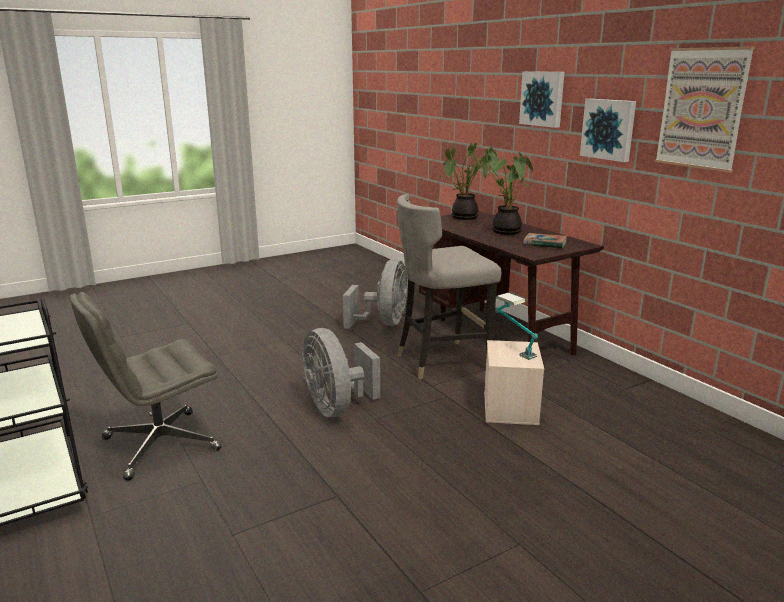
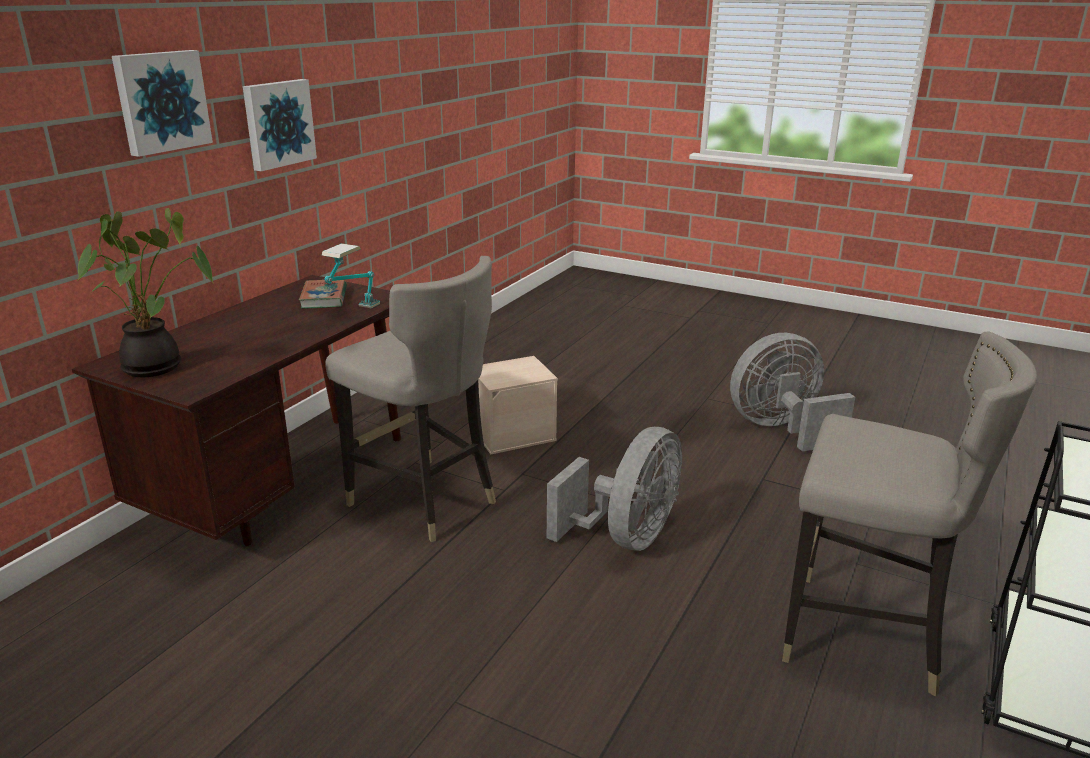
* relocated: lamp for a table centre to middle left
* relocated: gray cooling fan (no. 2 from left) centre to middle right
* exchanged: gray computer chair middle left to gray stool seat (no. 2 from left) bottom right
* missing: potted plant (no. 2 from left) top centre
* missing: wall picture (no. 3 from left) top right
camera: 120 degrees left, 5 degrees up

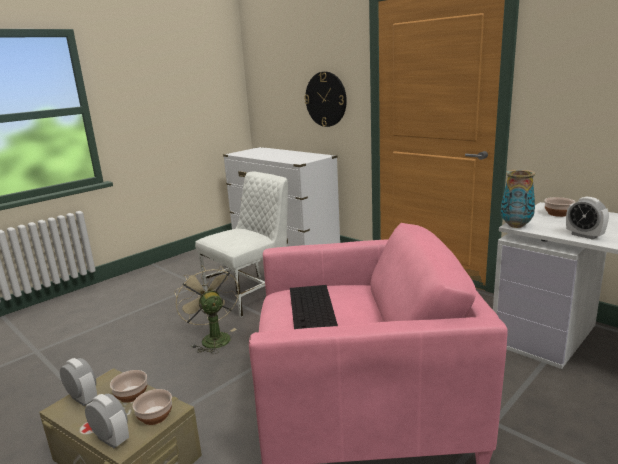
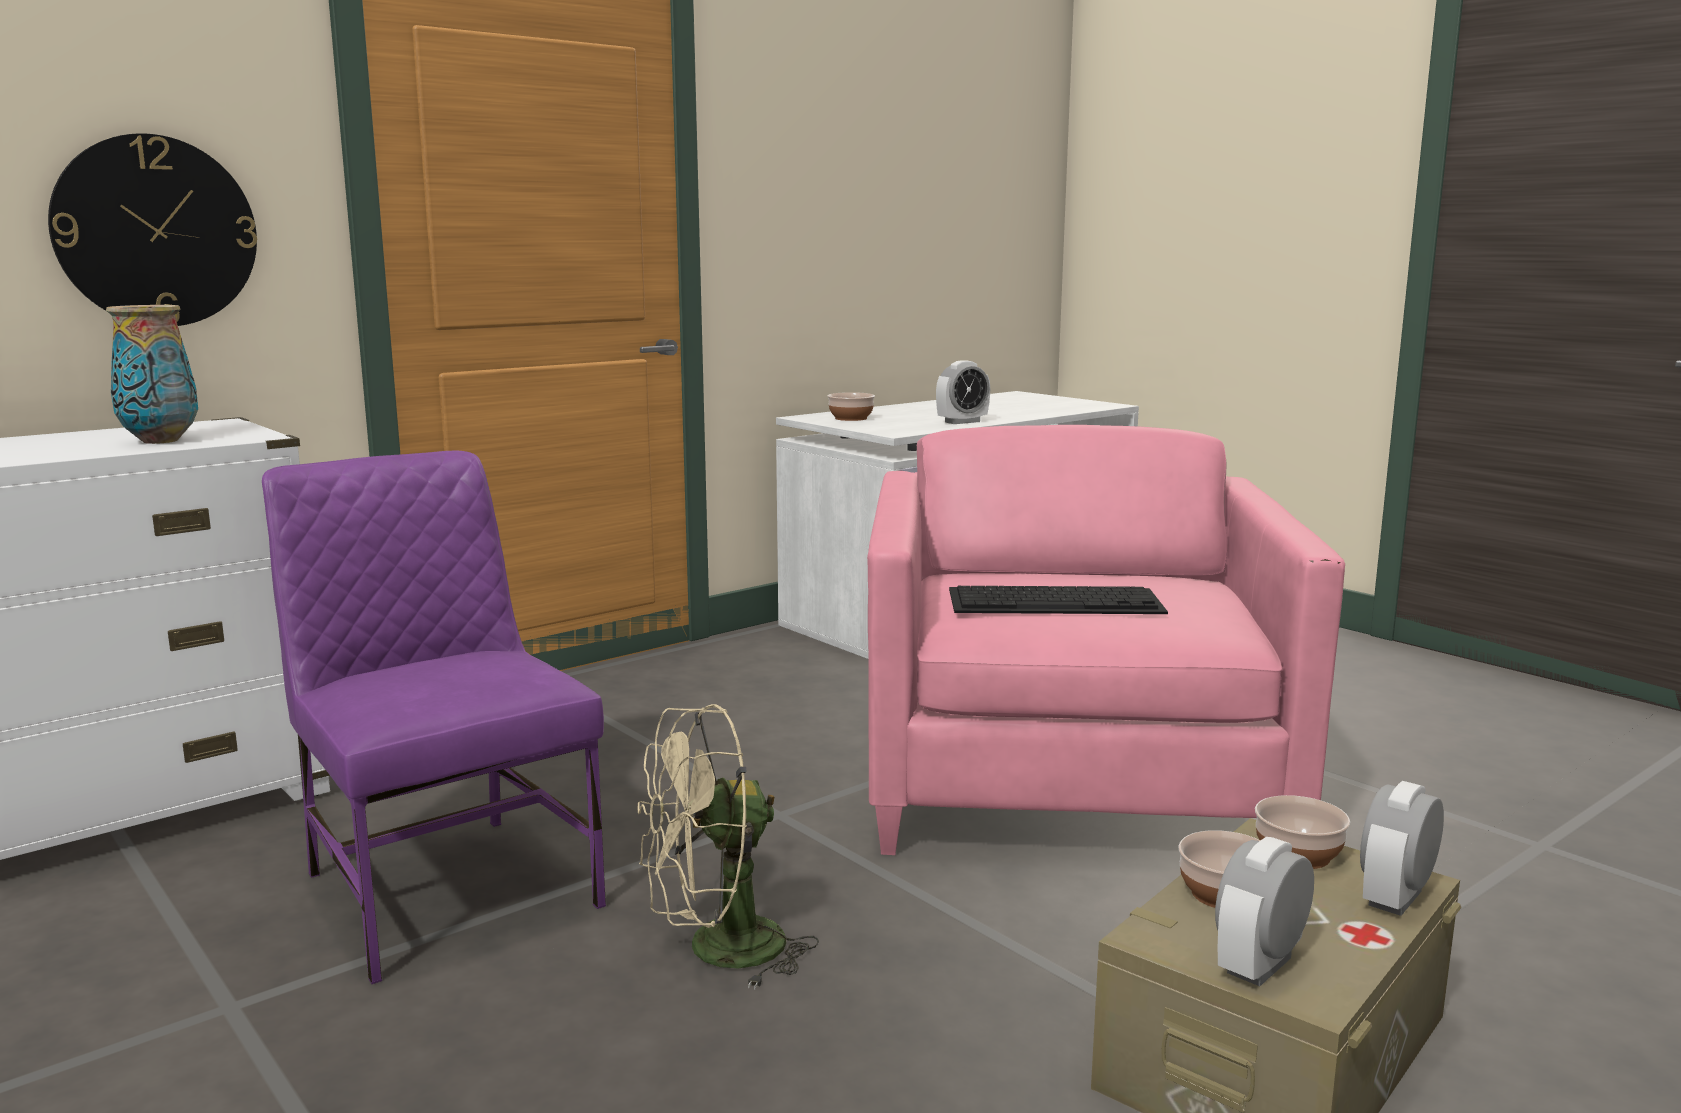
* relocated: flower vase middle right to middle left
* colour: whitish chair centre to purple-coloured chair middle left
camera: 85 degrees left, 5 degrees down

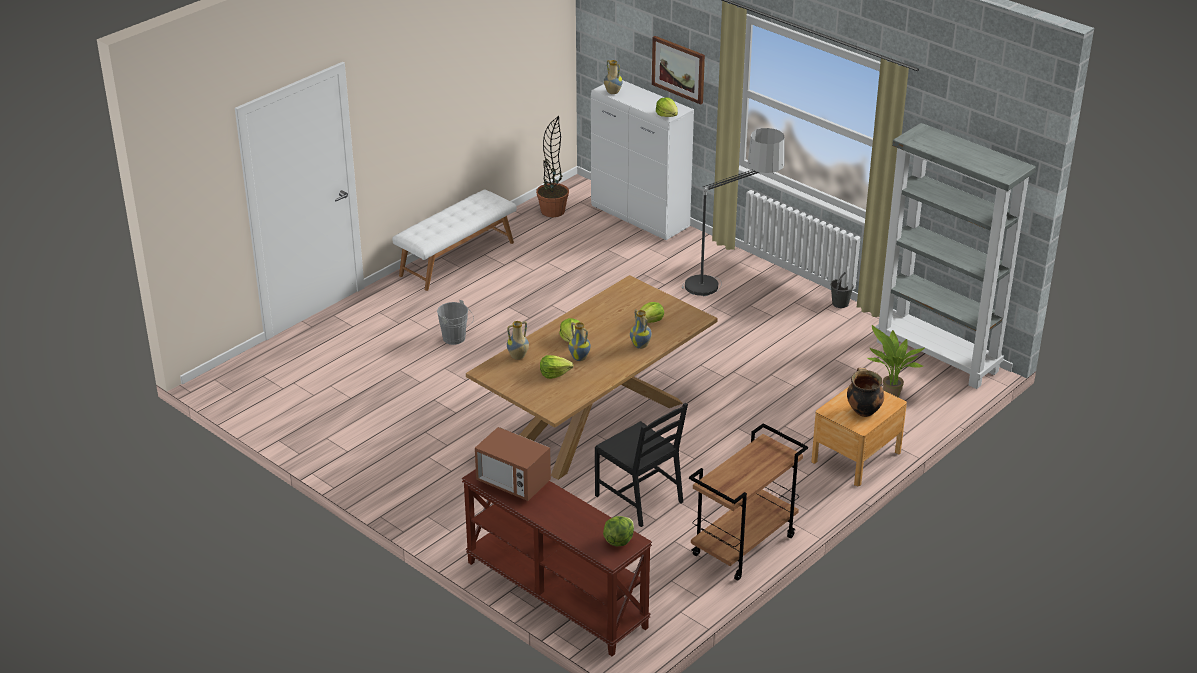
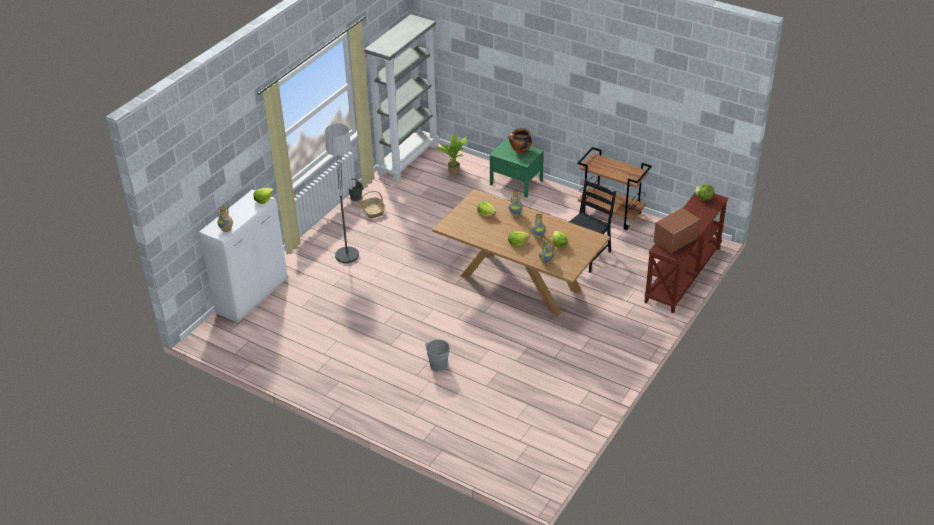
* appeared: storage basket centre
* colour: brown nightstand middle right to greenish nightstand top centre
* spun: kitchen microwave bottom centre = middle right 150 degrees counterclockwise
* missing: whitish long seat centre
* missing: potted plant (no. 1 from left) top centre
* missing: wall picture top centre
camera: 100 degrees left, 5 degrees up

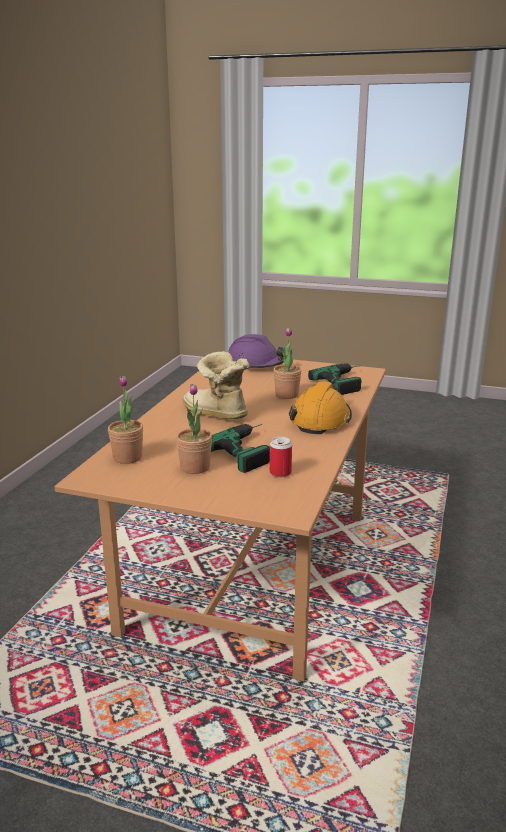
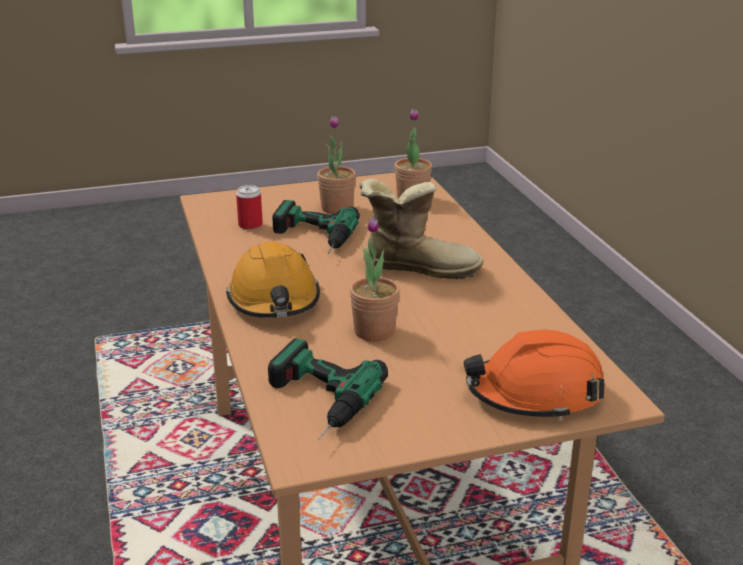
* colour: purple-coloured hard hat centre to orange hard hat (no. 2 from left) middle right
camera: 145 degrees right, 5 degrees up

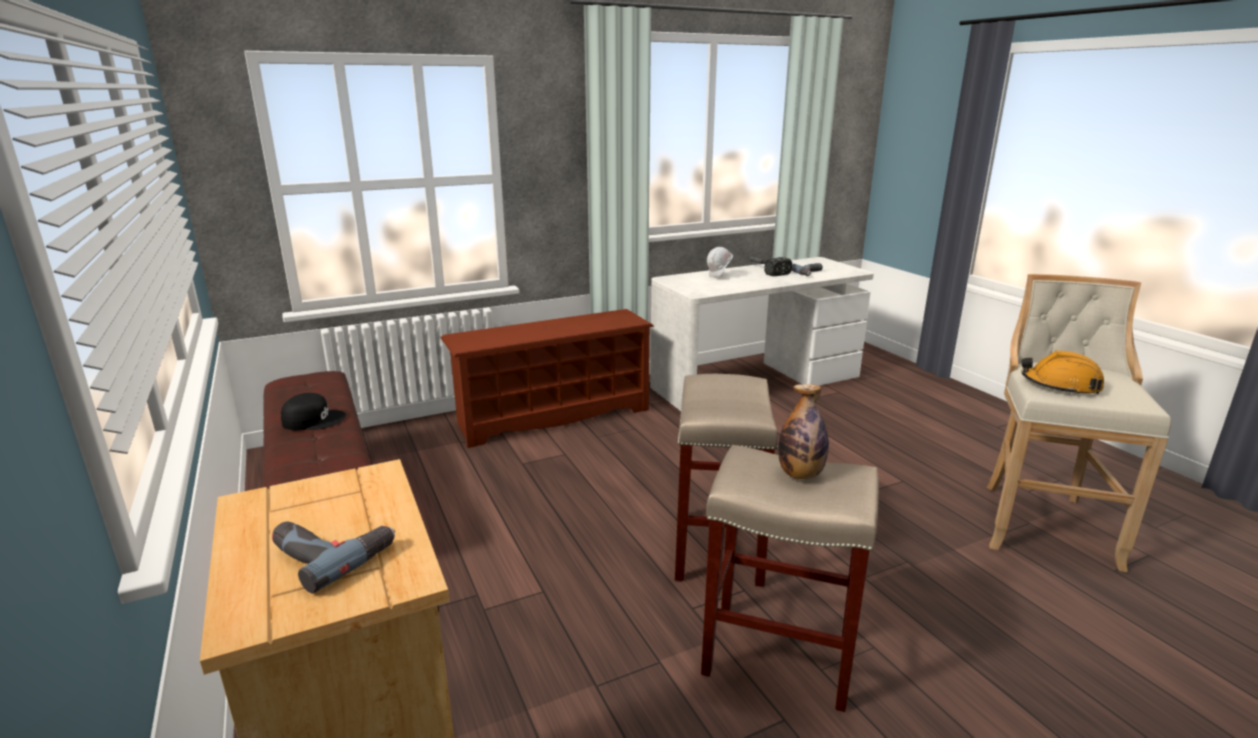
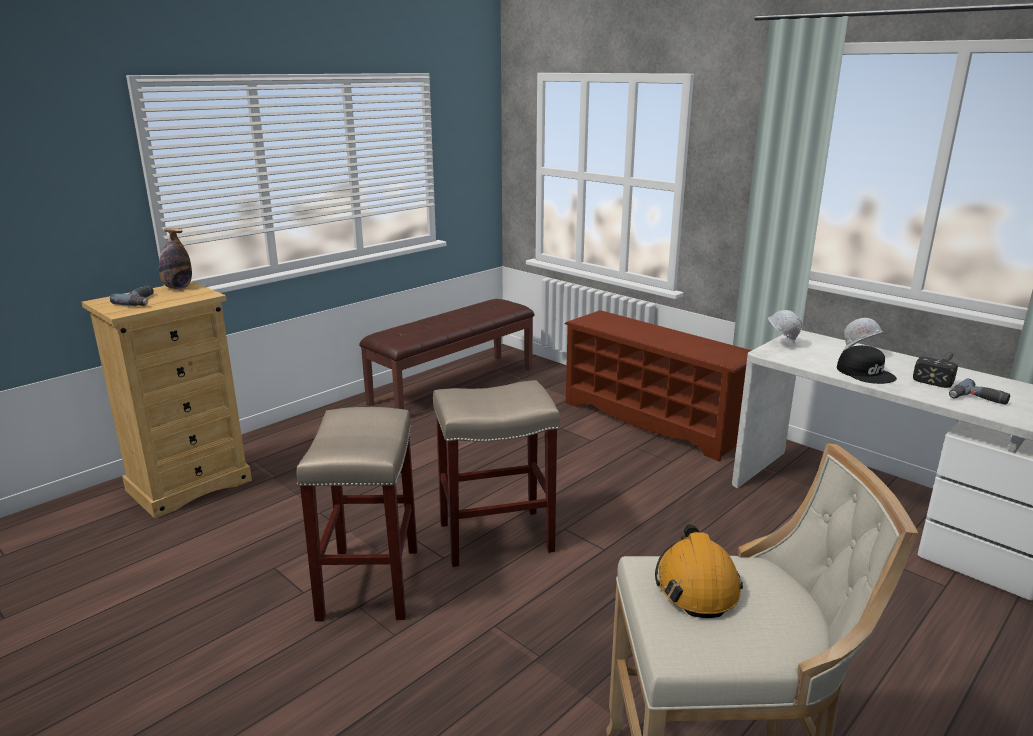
* relocated: beverage bottle centre to middle left
* appeared: whitish hard hat (no. 1 from left) middle right
* relocated: black peaked cap middle left to middle right
camera: 70 degrees right, 0 degrees up

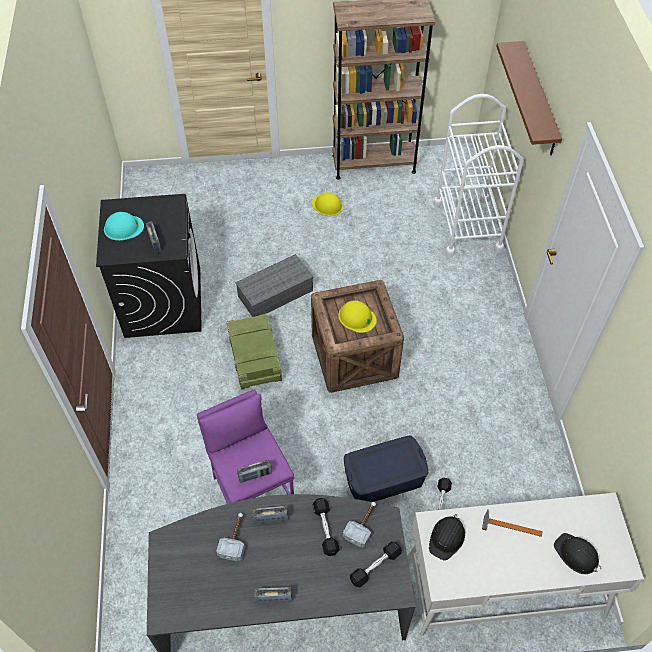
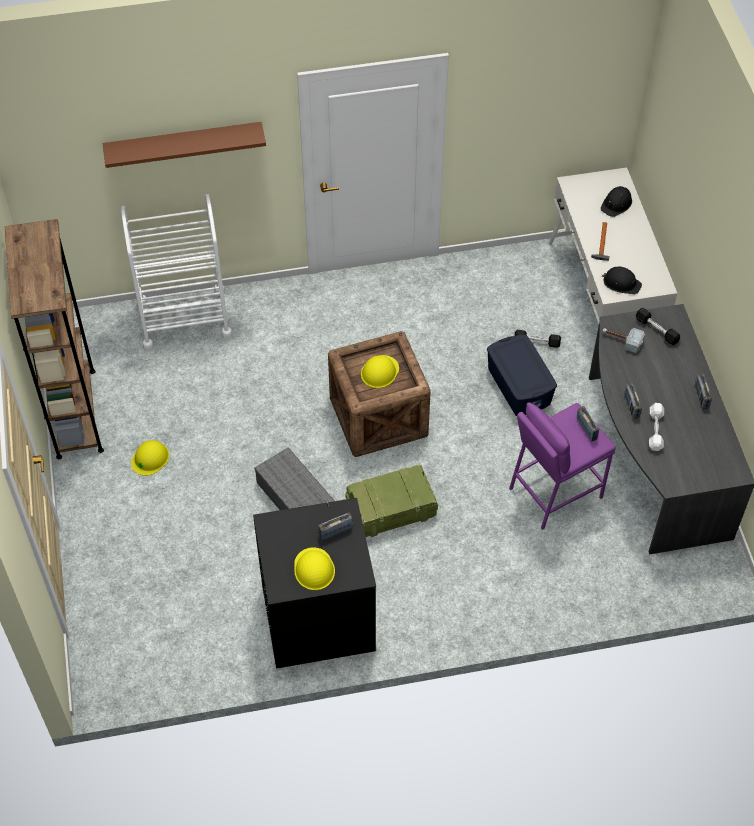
* colour: turquoise-coloured hard hat middle left to yellowish hard hat (no. 2 from left) bottom centre
* exchanged: hand hammer (no. 1 from left) bottom centre to whitish free weight middle right
* missing: black free weight (no. 1 from left) bottom centre
camera: 95 degrees left, 0 degrees up

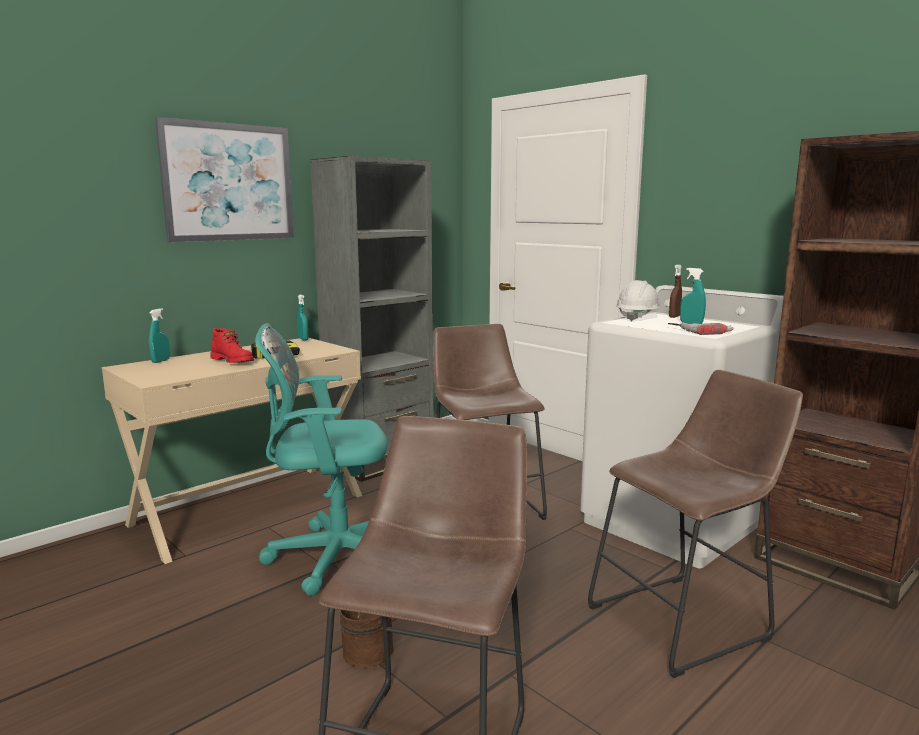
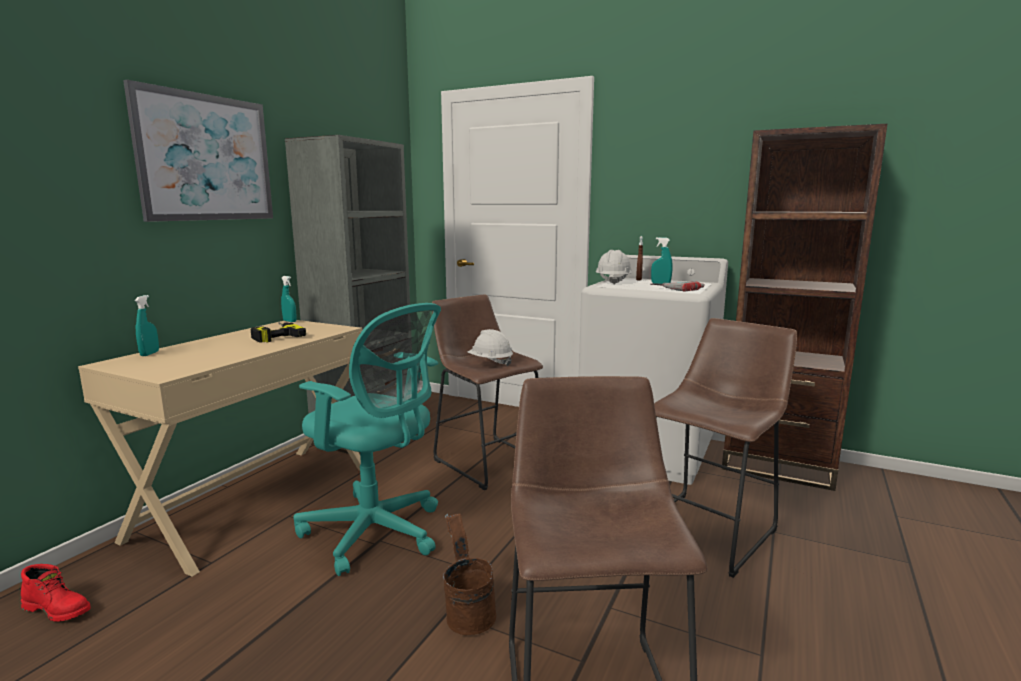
* relocated: reddish high-top boot middle left to bottom left
* spun: turquoise-coloured computer chair centre = centre 120 degrees counterclockwise
* appeared: whitish hard hat (no. 1 from left) centre
camera: 20 degrees left, 0 degrees up

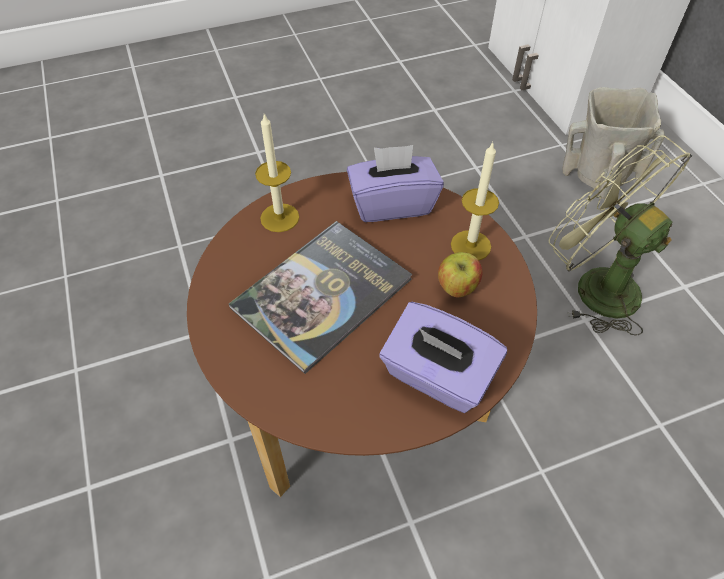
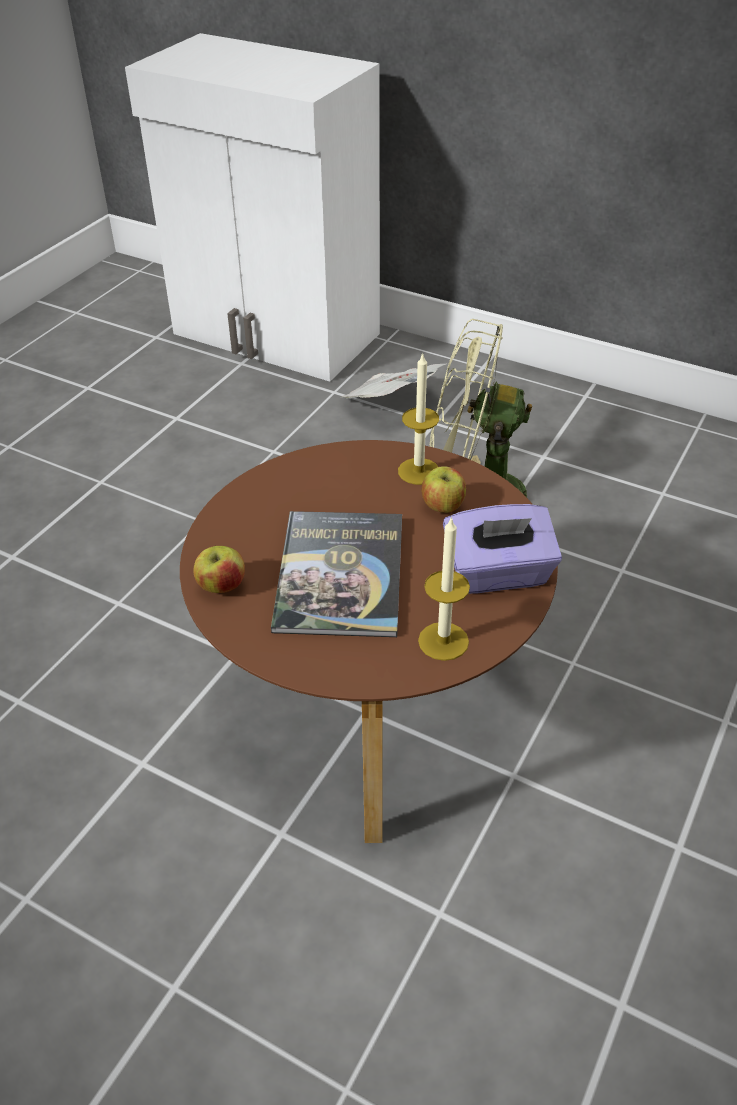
* appeared: apple (no. 1 from left) middle left
* exchanged: beige-coloured flower vase top right to newspaper centre
* relocated: wax light (no. 1 from left in the first image) top centre to wax light (no. 2 from left) centre
* missing: purple-coloured box of tissues (no. 1 from left) top centre
camera: 40 degrees left, 10 degrees down

